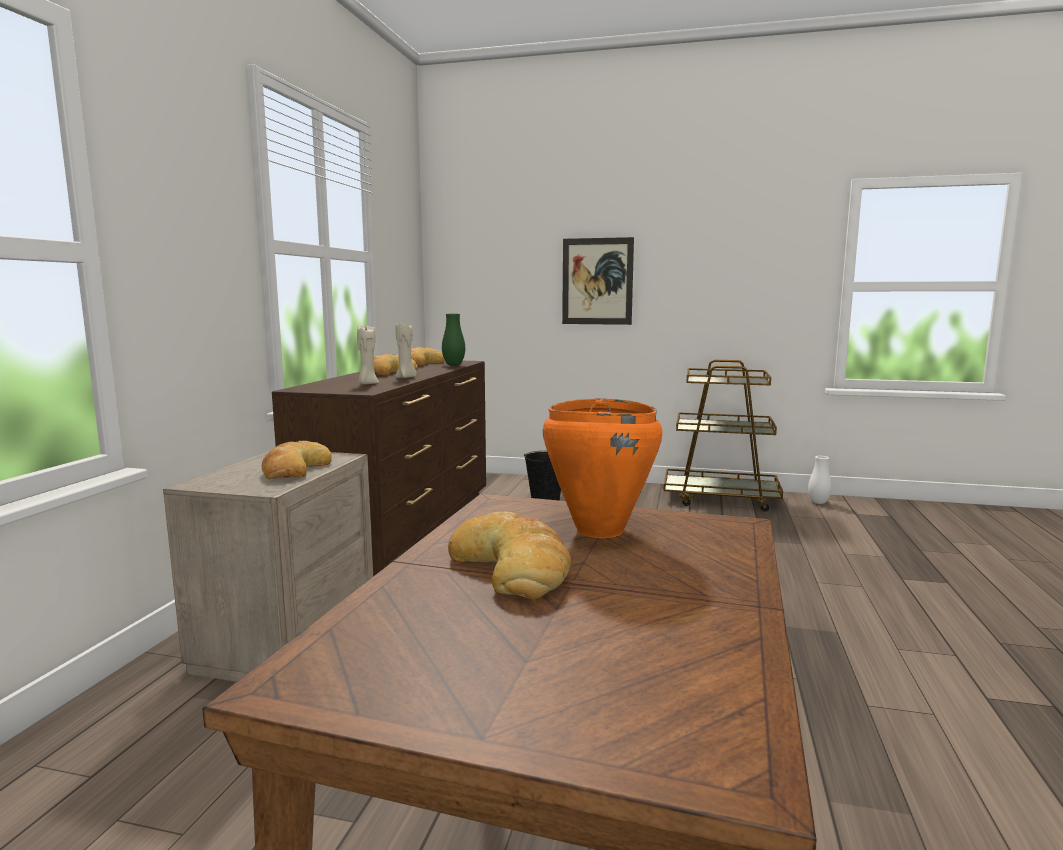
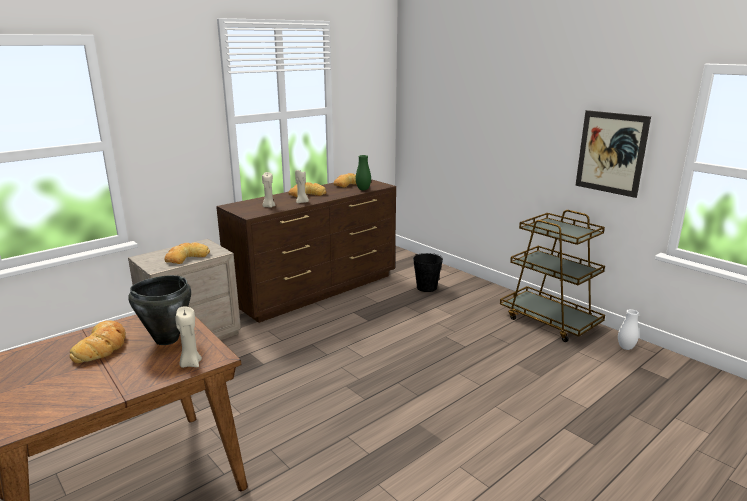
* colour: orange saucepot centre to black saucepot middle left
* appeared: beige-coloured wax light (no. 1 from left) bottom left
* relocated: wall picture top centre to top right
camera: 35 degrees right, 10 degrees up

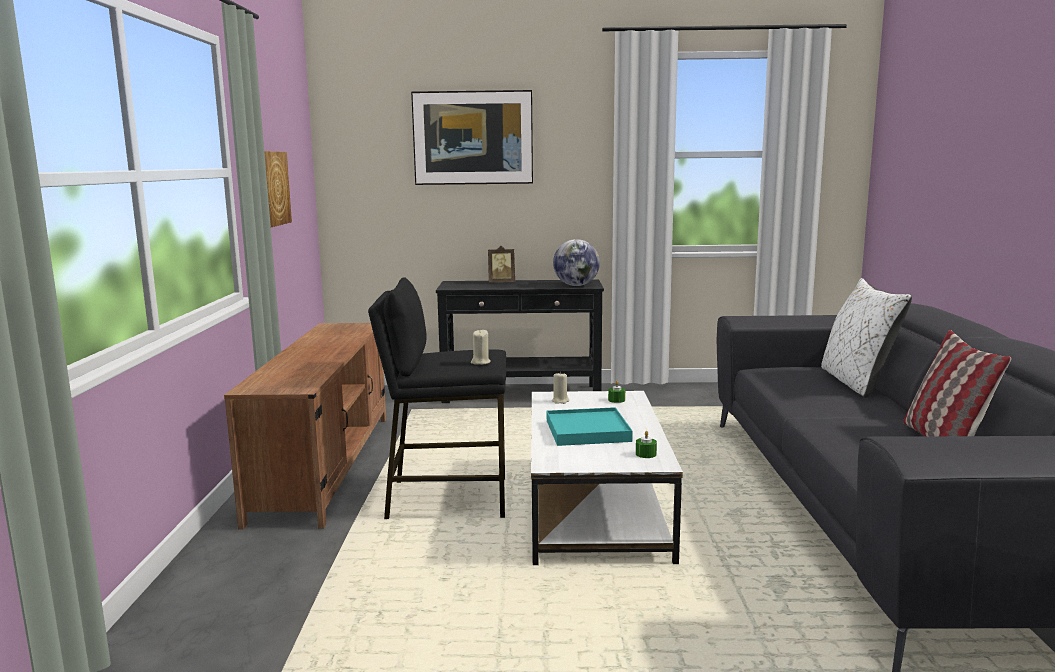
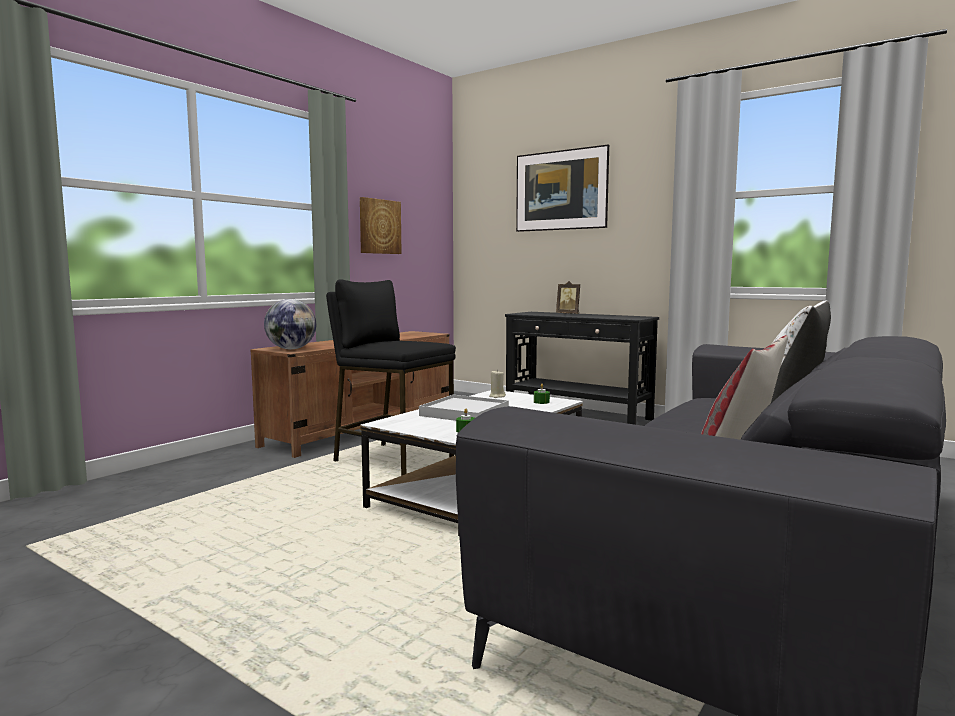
* relocated: world globe centre to middle left
* colour: turquoise-coloured serving tray centre to whitish serving tray centre
* missing: beige-coloured wax light (no. 1 from left) centre
camera: 35 degrees right, 5 degrees down

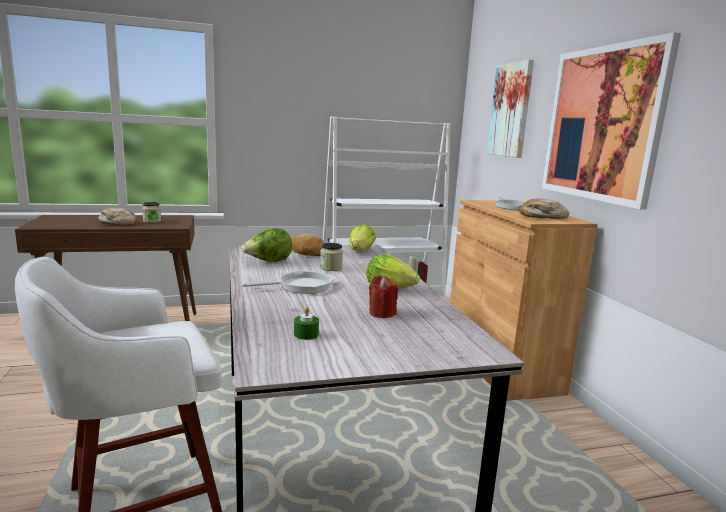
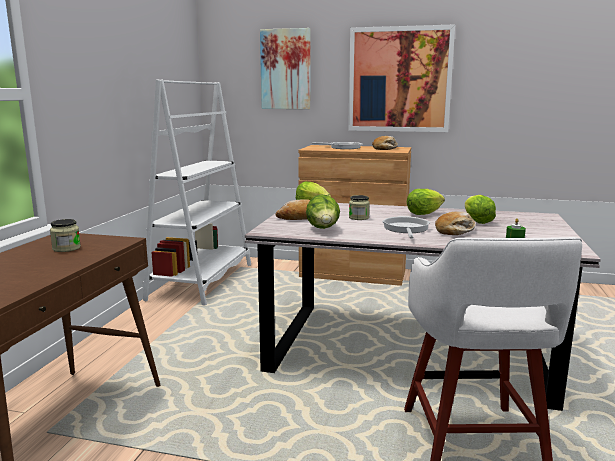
* relocated: bakery bread (no. 1 from left in the first image) middle left to bakery bread (no. 3 from left) middle right
* exchanged: reddish wax light centre to head of lettuce (no. 4 from left) middle right
camera: 60 degrees left, 0 degrees up

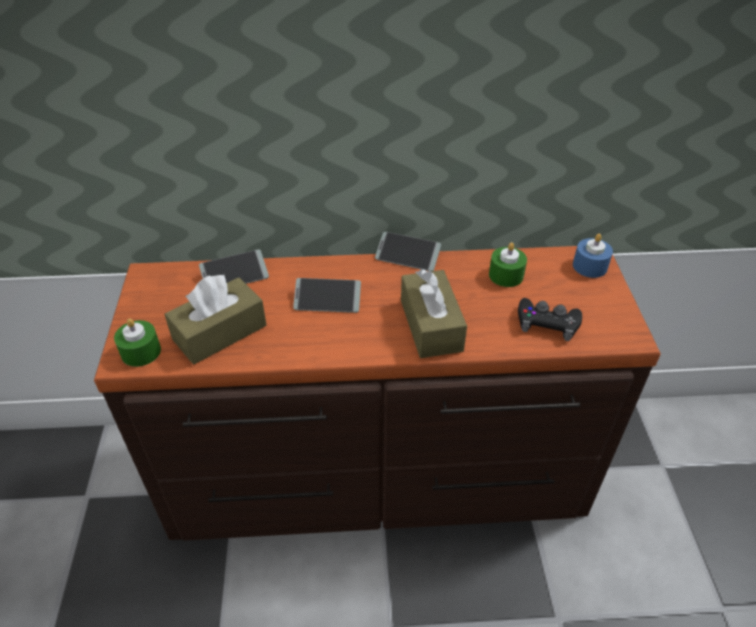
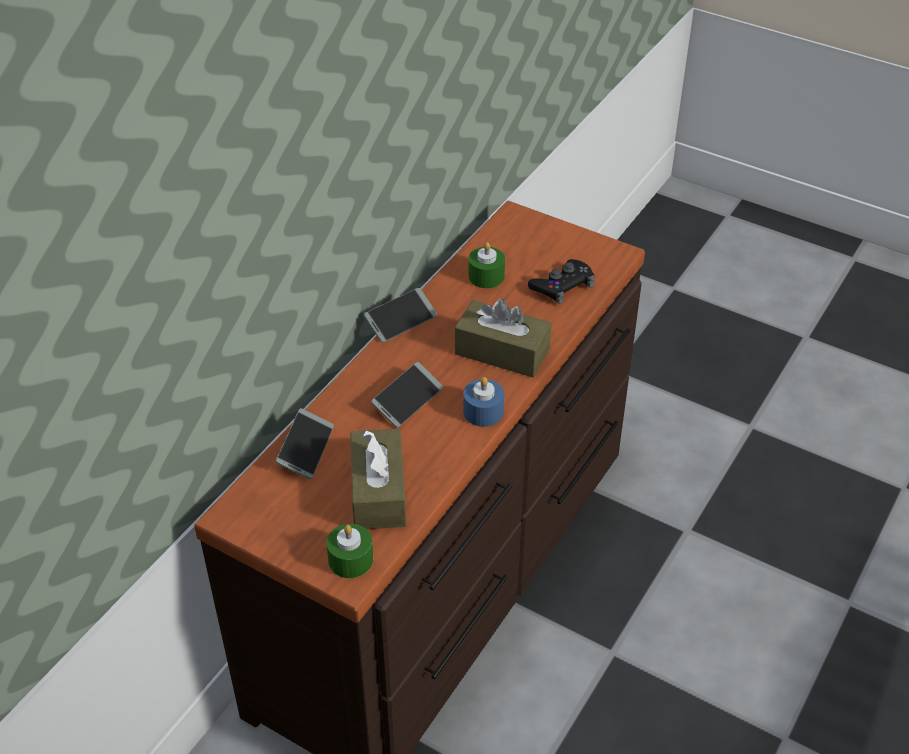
* relocated: blue wax light middle right to centre
camera: 55 degrees left, 0 degrees up

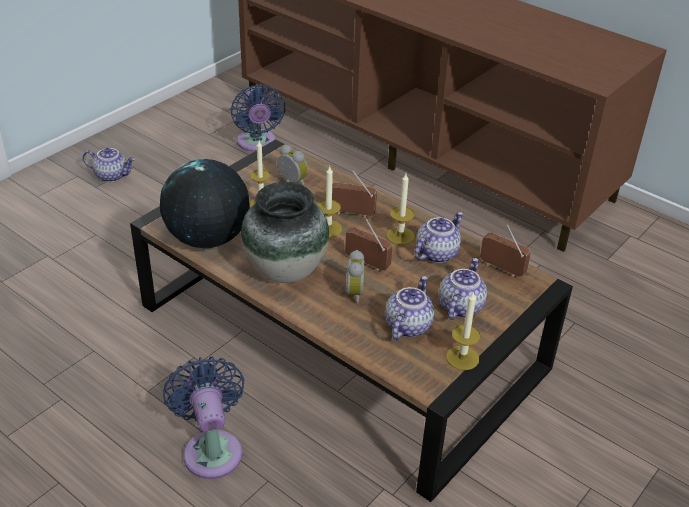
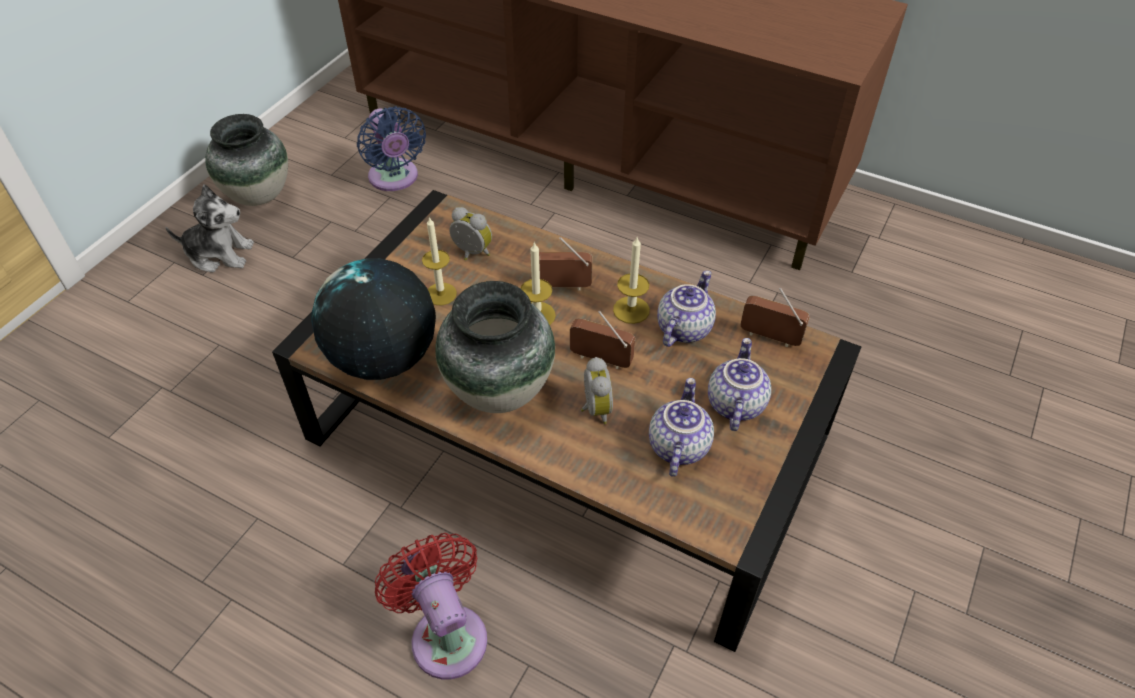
* exchanged: teapot (no. 1 from left) top left to soft toy top left
* appeared: flower vase (no. 1 from left) top left
* colour: blue cooling fan (no. 1 from left) bottom left to reddish cooling fan bottom centre
* missing: wax light (no. 4 from left) middle right
camera: 10 degrees left, 10 degrees up

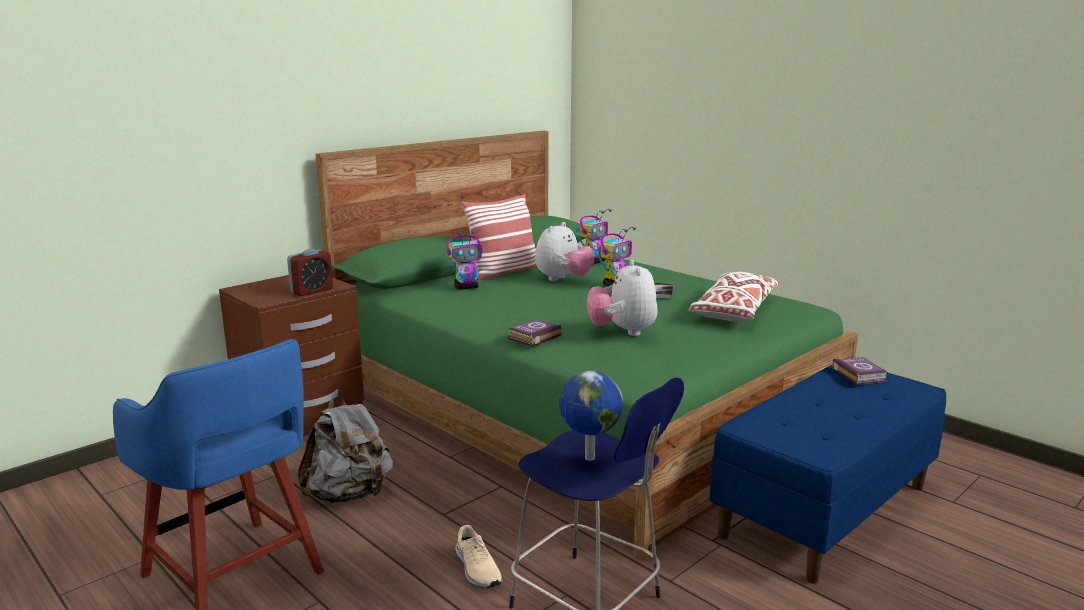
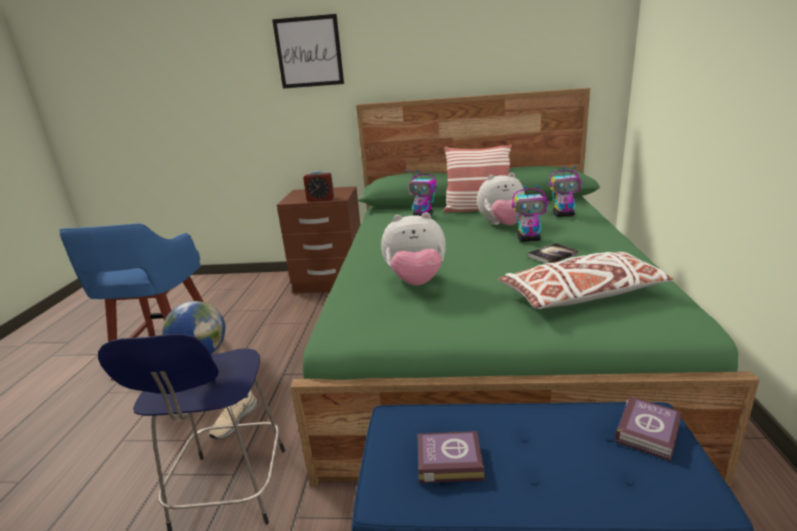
* appeared: wall picture top centre
* spun: soft toy (no. 2 from left in the first image) centre = centre 135 degrees counterclockwise
* relocated: bound book (no. 1 from left) centre to bottom centre
* missing: gray rucksack bottom left
camera: 50 degrees right, 5 degrees up

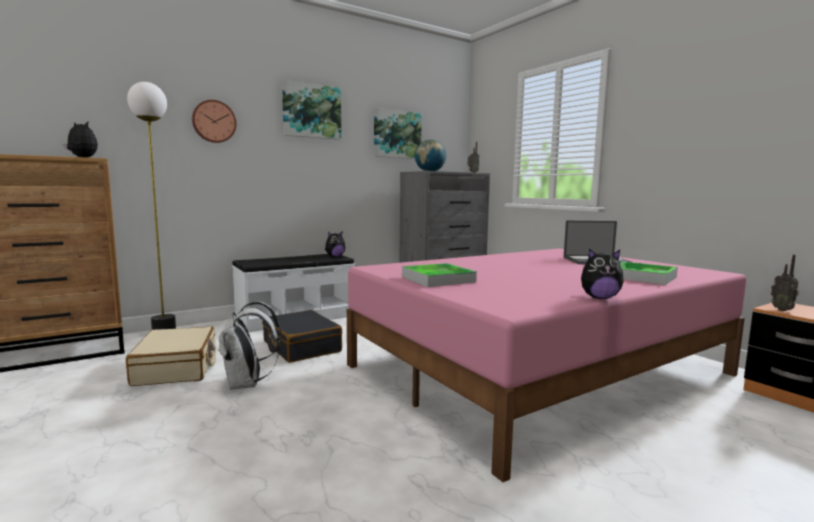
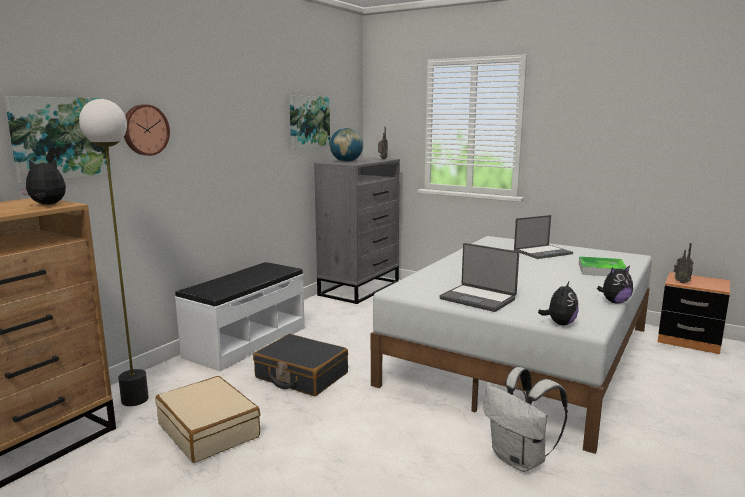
* relocated: wall picture (no. 1 from left) top centre to top left
* colour: pinkish bedroom bed bottom right to whitish bedroom bed bottom right
* exchanged: serving tray (no. 1 from left) centre to notebook computer (no. 1 from left) centre
* relocated: whitish rucksack middle left to bottom right
* relocated: soft toy (no. 2 from left) centre to middle right
camera: 25 degrees left, 5 degrees up

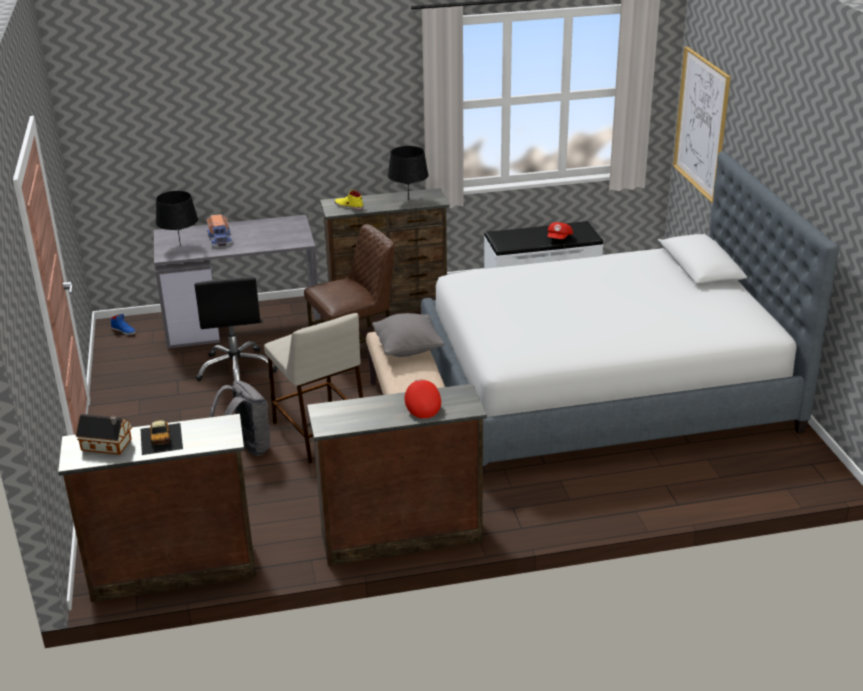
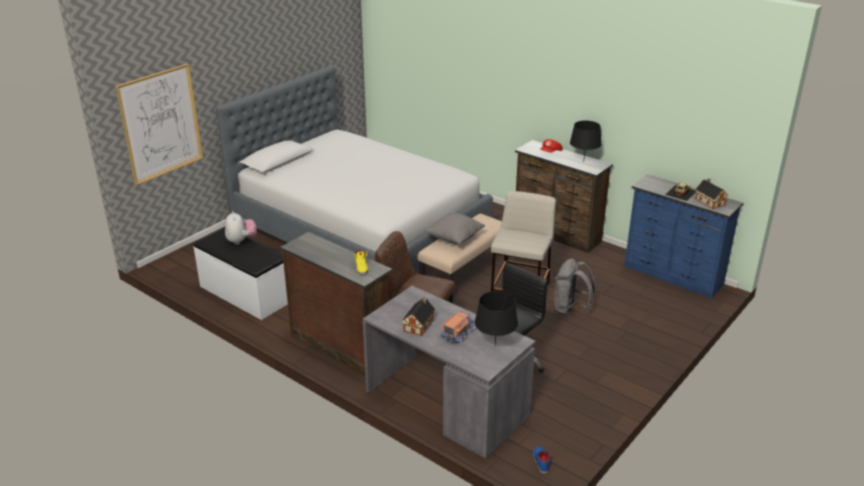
* exchanged: reddish peaked cap (no. 2 from left) top centre to soft toy middle left
* appeared: model house (no. 1 from left) centre
* relocated: black lamp for a table (no. 2 from left) top centre to top right
* colour: brown drawer chest (no. 1 from left) bottom left to blue drawer chest middle right
camera: 130 degrees left, 0 degrees up

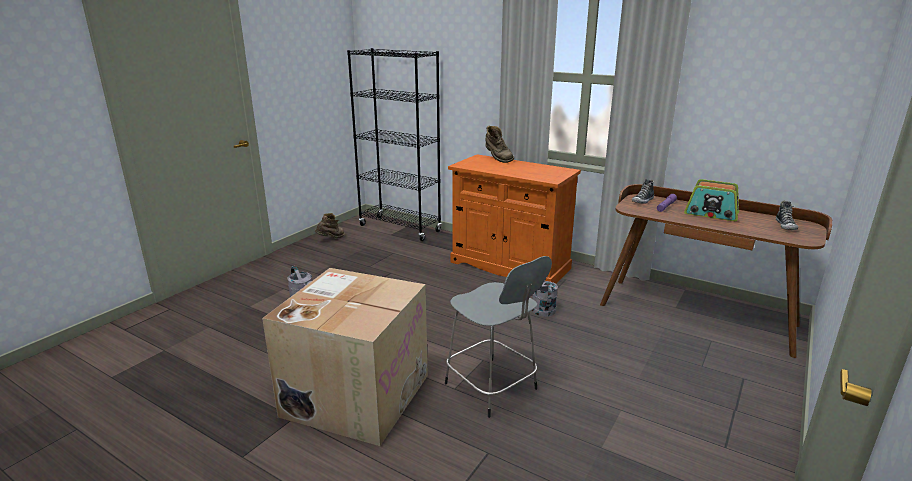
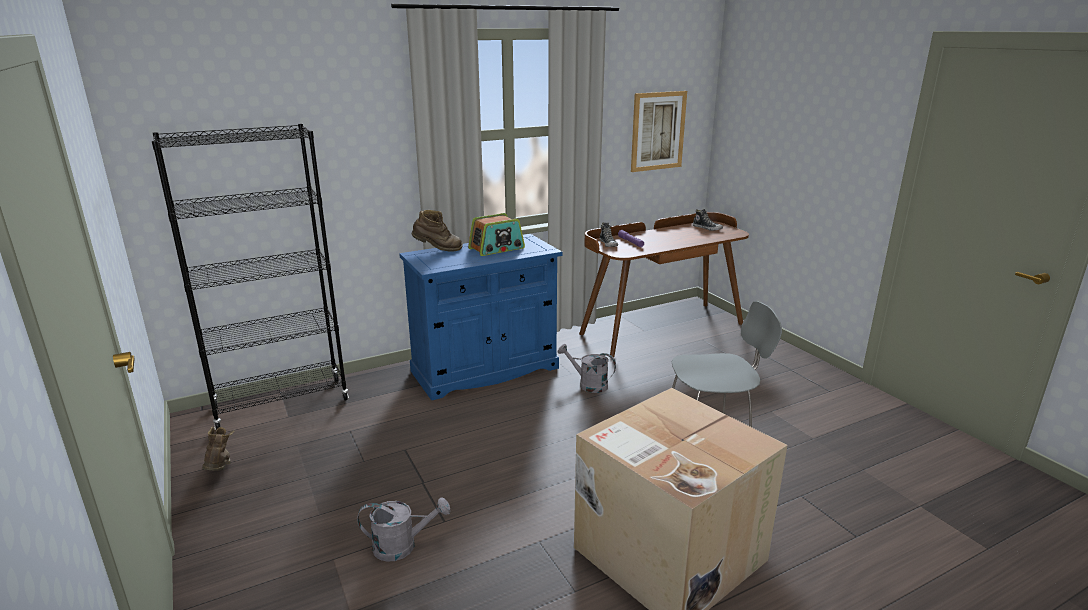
* colour: orange storage cabinet centre to blue storage cabinet centre
* relocated: radio set middle right to centre
* appeared: wall picture top centre
camera: 60 degrees left, 0 degrees up

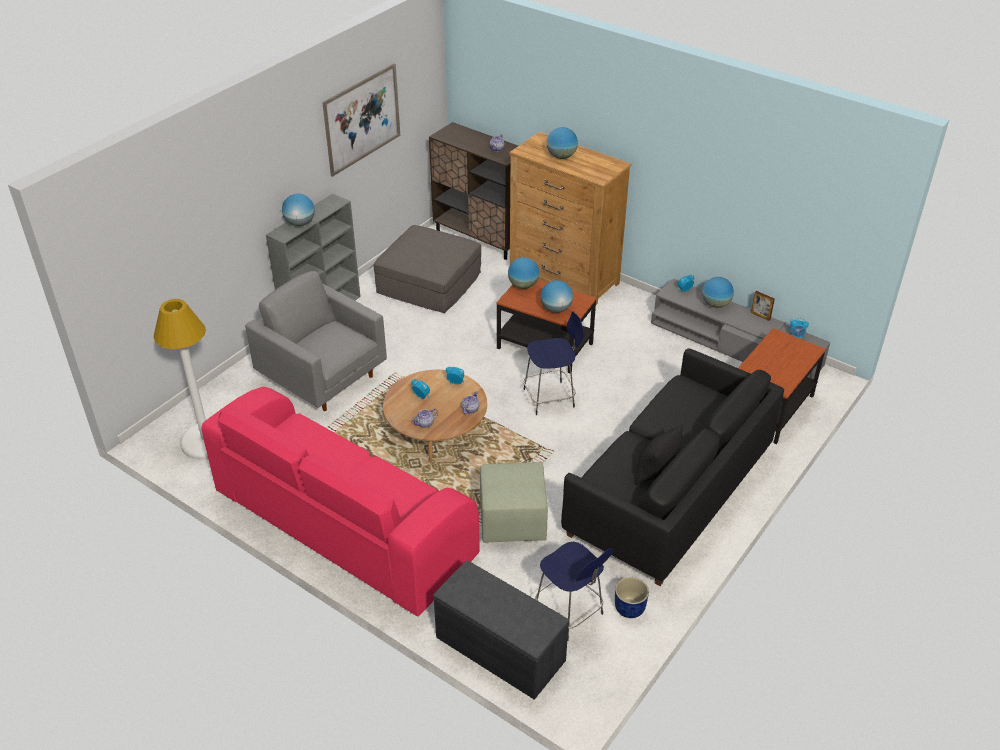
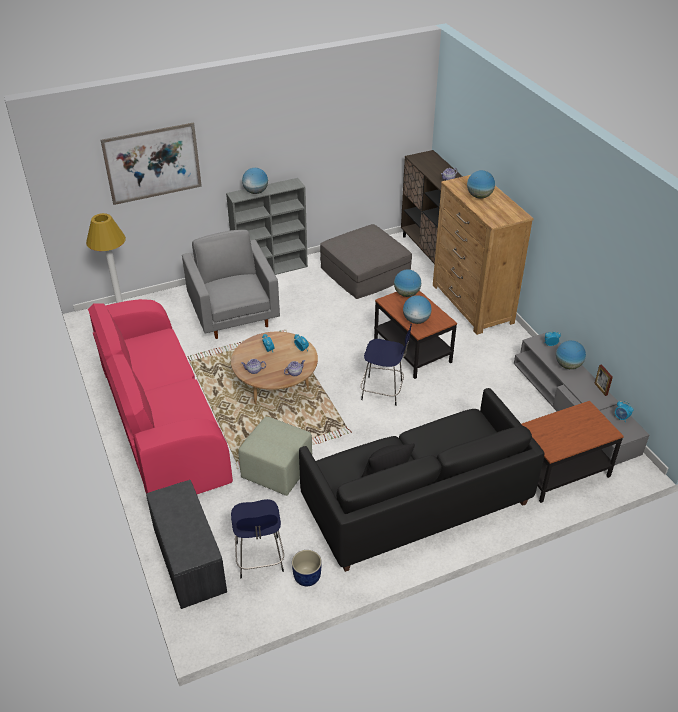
* relocated: wall picture top centre to top left
camera: 30 degrees right, 0 degrees up

